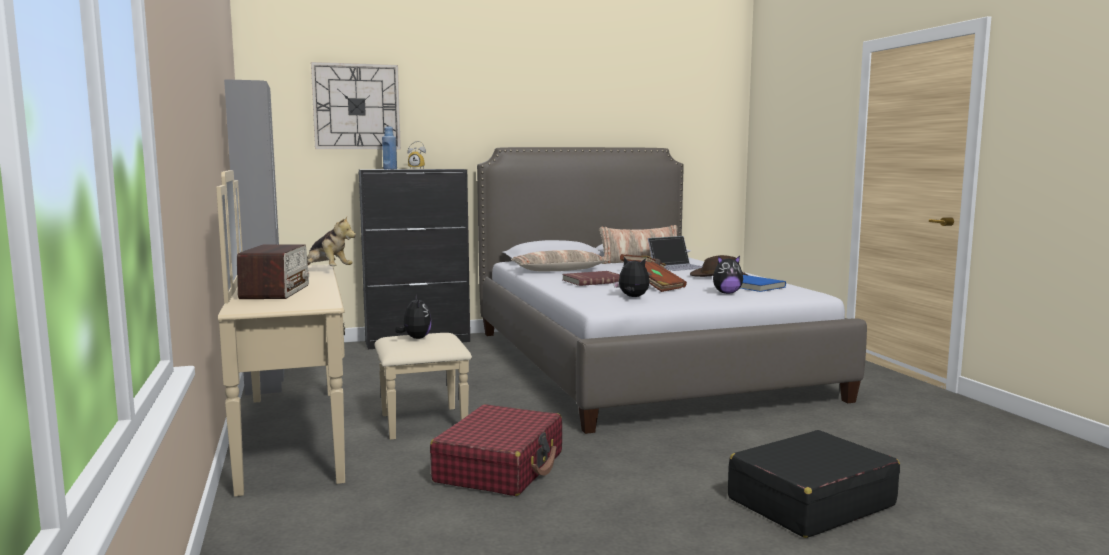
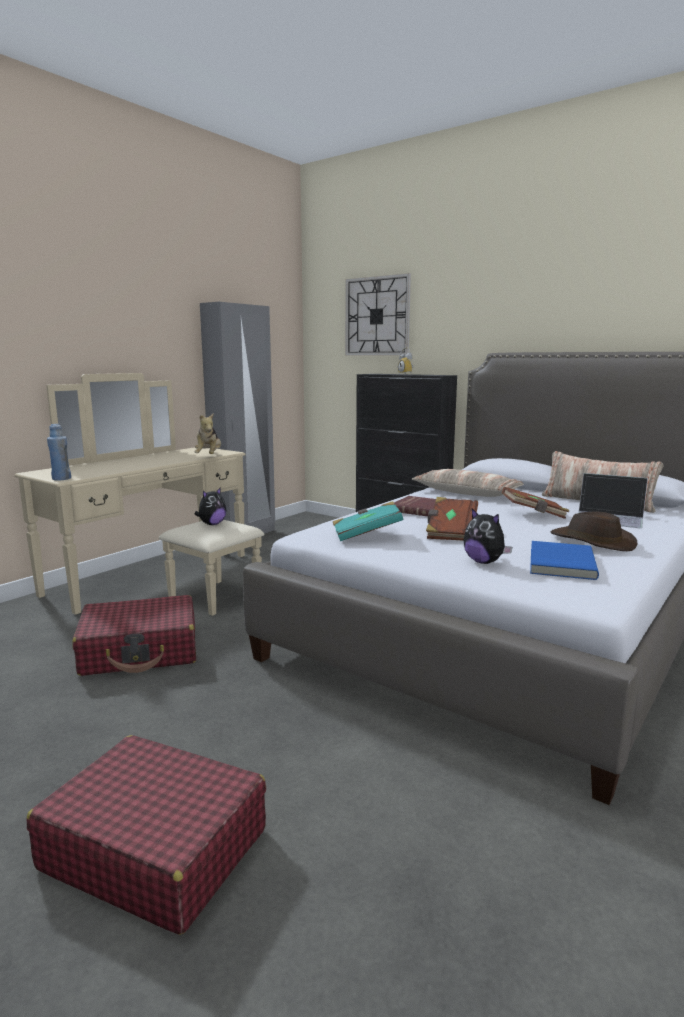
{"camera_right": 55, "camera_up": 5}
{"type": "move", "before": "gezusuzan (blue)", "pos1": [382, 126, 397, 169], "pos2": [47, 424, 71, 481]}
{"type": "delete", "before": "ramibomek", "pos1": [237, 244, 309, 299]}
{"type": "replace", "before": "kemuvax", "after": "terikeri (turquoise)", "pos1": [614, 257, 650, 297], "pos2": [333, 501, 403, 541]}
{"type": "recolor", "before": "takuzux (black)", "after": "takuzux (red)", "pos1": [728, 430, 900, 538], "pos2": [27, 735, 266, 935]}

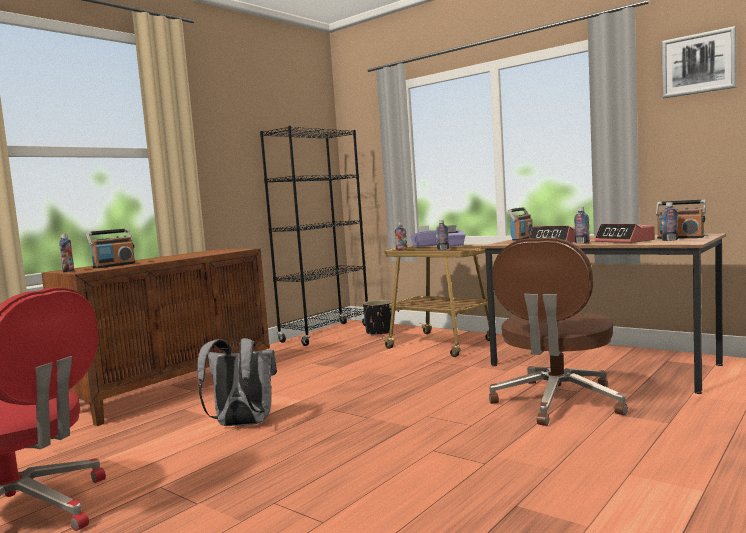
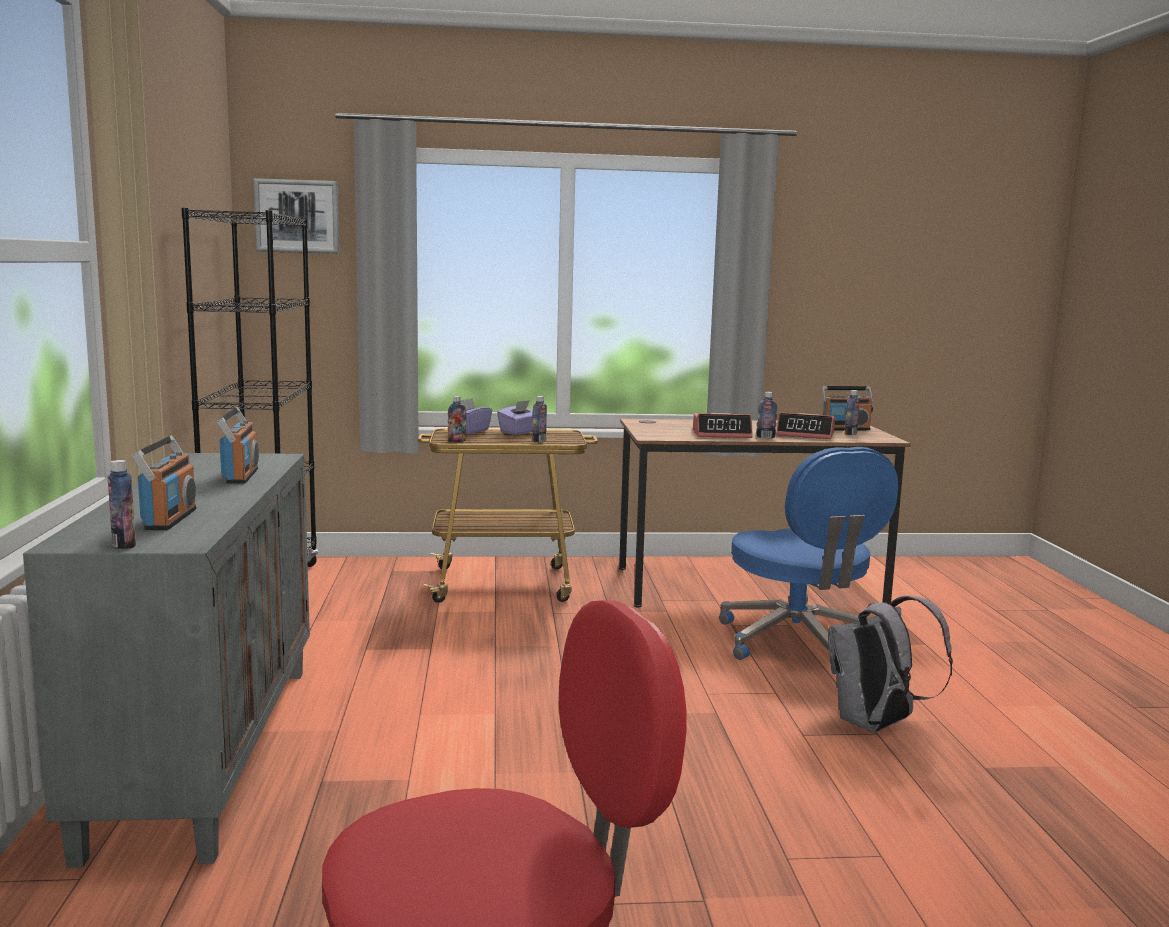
{"camera_right": -45, "camera_up": 5}
{"type": "move", "before": "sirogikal", "pos1": [662, 26, 737, 98], "pos2": [253, 178, 340, 254]}
{"type": "move", "before": "ramibomek", "pos1": [508, 207, 533, 241], "pos2": [217, 407, 259, 484]}
{"type": "recolor", "before": "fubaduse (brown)", "after": "fubaduse (blue)", "pos1": [489, 238, 628, 426], "pos2": [719, 447, 898, 674]}
{"type": "recolor", "before": "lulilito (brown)", "after": "lulilito (grey)", "pos1": [41, 249, 270, 426], "pos2": [23, 453, 310, 868]}
{"type": "delete", "before": "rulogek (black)", "pos1": [363, 300, 394, 336]}
{"type": "move", "before": "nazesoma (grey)", "pos1": [197, 338, 277, 426], "pos2": [828, 595, 953, 732]}

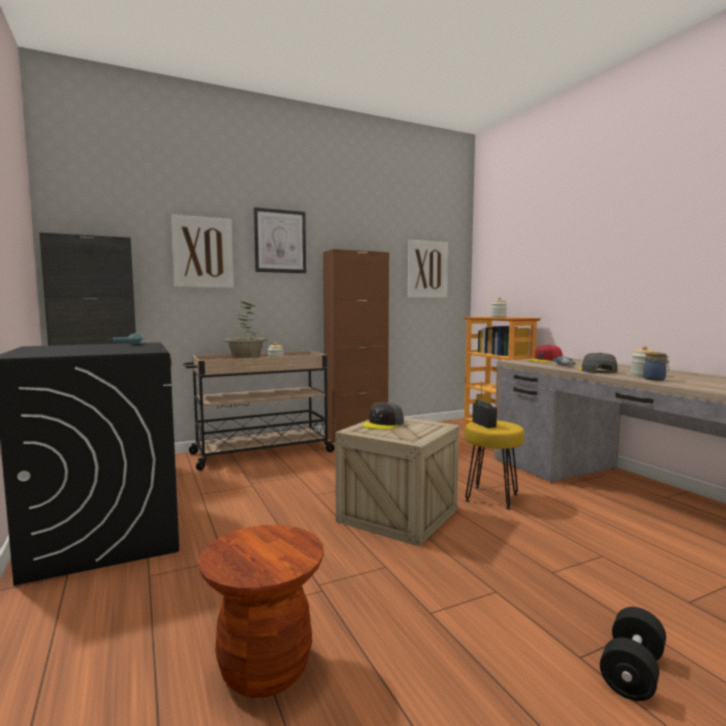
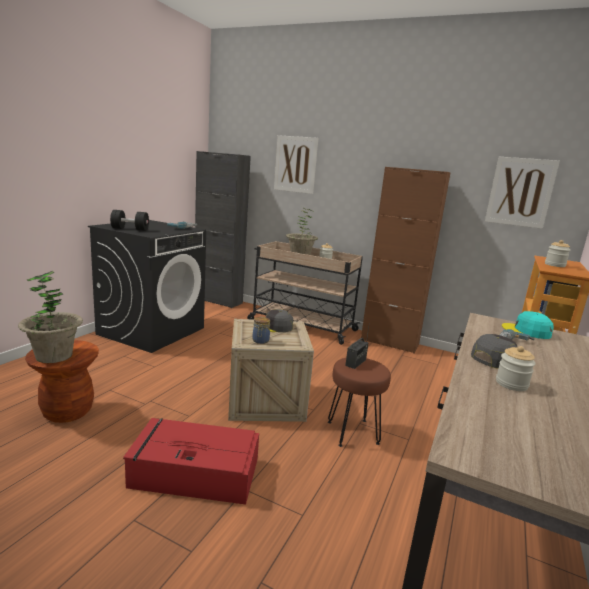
{"camera_right": 50, "camera_up": 10}
{"type": "delete", "before": "sirogikal", "pos1": [254, 207, 306, 273]}
{"type": "recolor", "before": "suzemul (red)", "after": "suzemul (turquoise)", "pos1": [528, 345, 563, 362], "pos2": [502, 311, 554, 339]}
{"type": "move", "before": "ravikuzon", "pos1": [643, 352, 670, 381], "pos2": [252, 317, 270, 344]}
{"type": "recolor", "before": "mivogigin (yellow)", "after": "mivogigin (brown)", "pos1": [465, 421, 524, 510], "pos2": [328, 358, 391, 447]}
{"type": "move", "before": "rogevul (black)", "pos1": [600, 607, 666, 701], "pos2": [110, 210, 149, 231]}
{"type": "insert", "after": "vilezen", "pos2": [18, 271, 83, 363]}
{"type": "insert", "after": "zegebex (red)", "pos2": [123, 418, 259, 505]}

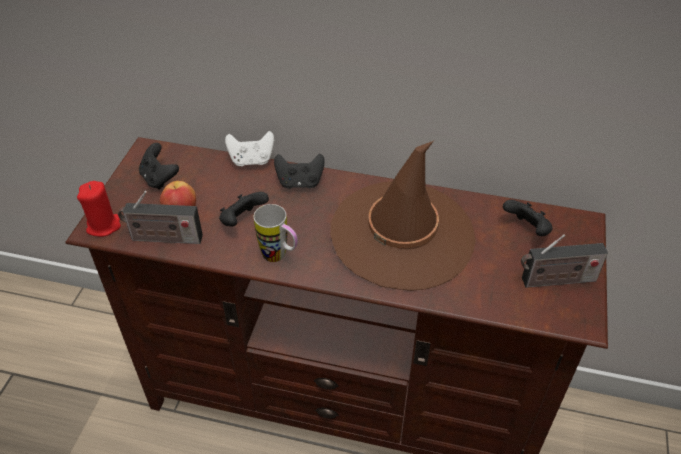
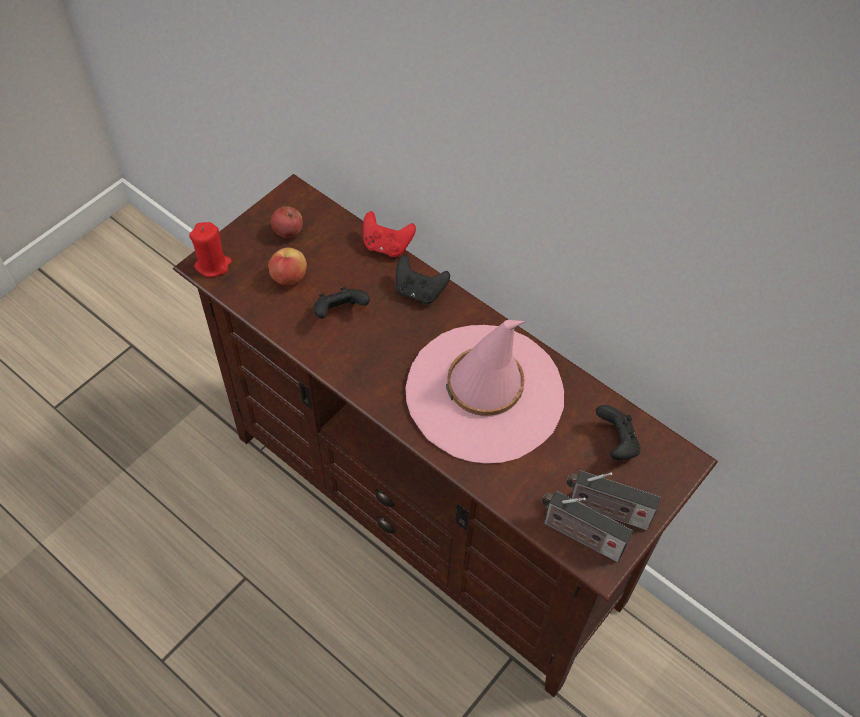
{"camera_right": 25, "camera_up": 10}
{"type": "recolor", "before": "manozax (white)", "after": "manozax (red)", "pos1": [225, 131, 274, 166], "pos2": [363, 211, 416, 257]}
{"type": "recolor", "before": "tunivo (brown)", "after": "tunivo (pink)", "pos1": [330, 141, 476, 291], "pos2": [405, 320, 564, 464]}
{"type": "replace", "before": "manozax (black)", "after": "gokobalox", "pos1": [139, 143, 179, 190], "pos2": [271, 206, 303, 238]}
{"type": "move", "before": "ramibomek", "pos1": [118, 191, 203, 244], "pos2": [542, 491, 633, 562]}
{"type": "delete", "before": "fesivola", "pos1": [254, 204, 298, 262]}

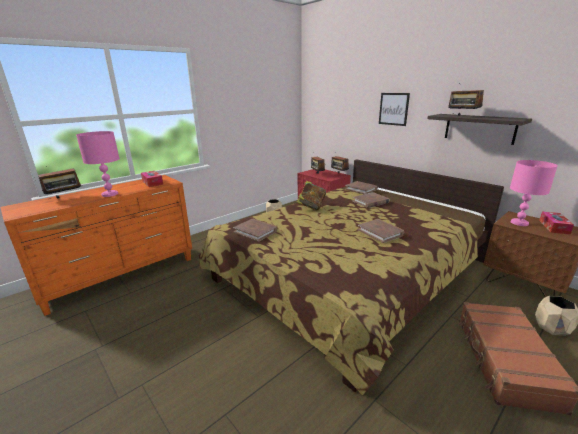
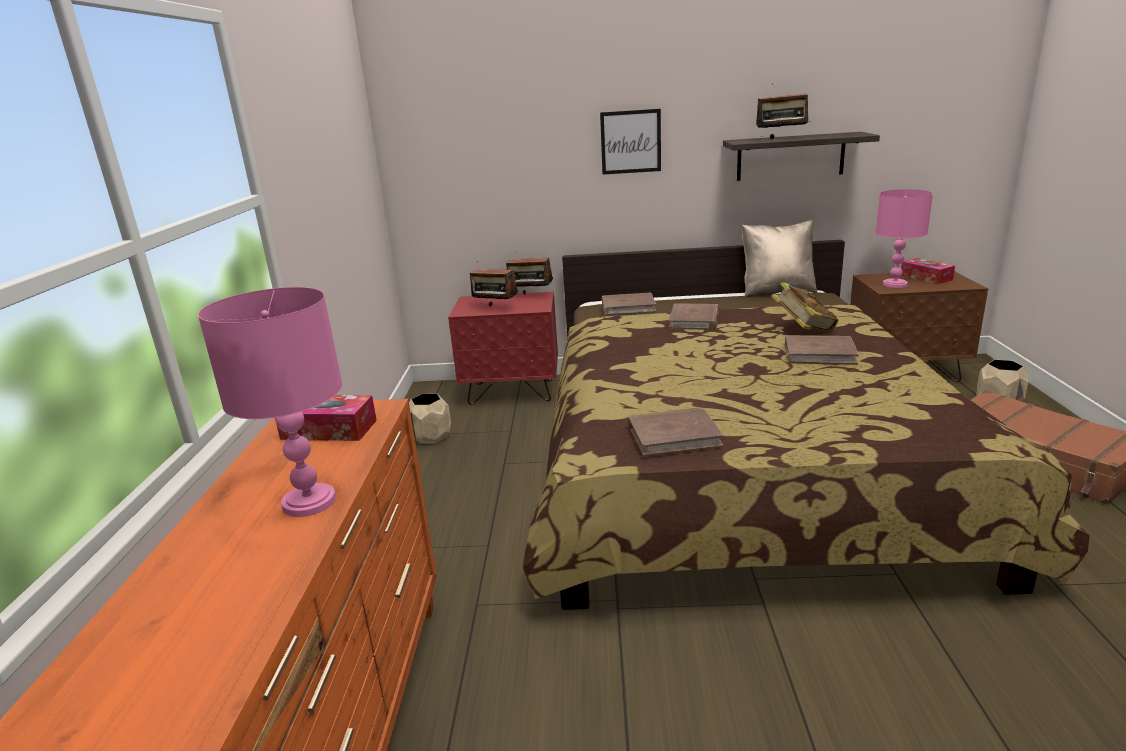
{"camera_right": -45, "camera_up": 0}
{"type": "delete", "before": "ramibomek", "pos1": [38, 168, 83, 198]}
{"type": "move", "before": "terikeri", "pos1": [296, 181, 326, 211], "pos2": [771, 282, 839, 332]}
{"type": "insert", "after": "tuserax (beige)", "pos2": [742, 220, 818, 298]}

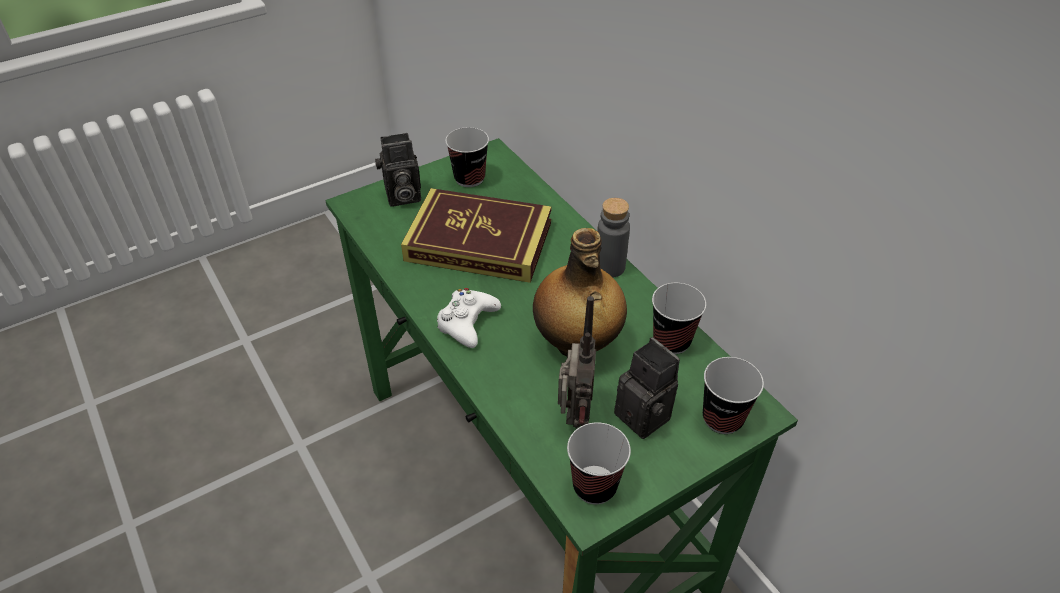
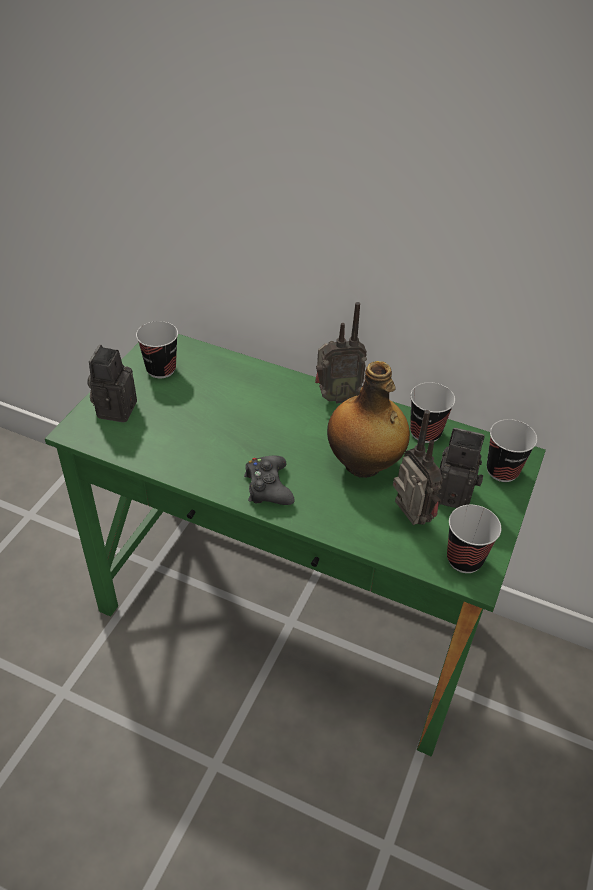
{"camera_right": -35, "camera_up": 0}
{"type": "rotate", "before": "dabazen", "pos1": [375, 133, 421, 206], "pos2": [87, 344, 137, 422], "turn": 150}
{"type": "delete", "before": "terikeri", "pos1": [401, 188, 551, 283]}
{"type": "replace", "before": "gezusuzan (grey)", "after": "ramibomek", "pos1": [597, 198, 630, 277], "pos2": [315, 302, 367, 404]}
{"type": "recolor", "before": "manozax (white)", "after": "manozax (black)", "pos1": [437, 288, 501, 348], "pos2": [244, 455, 295, 505]}

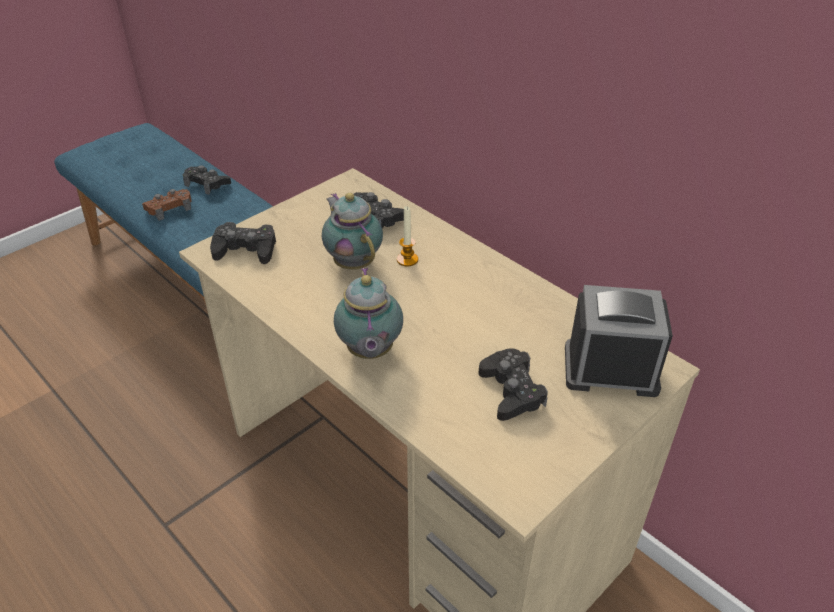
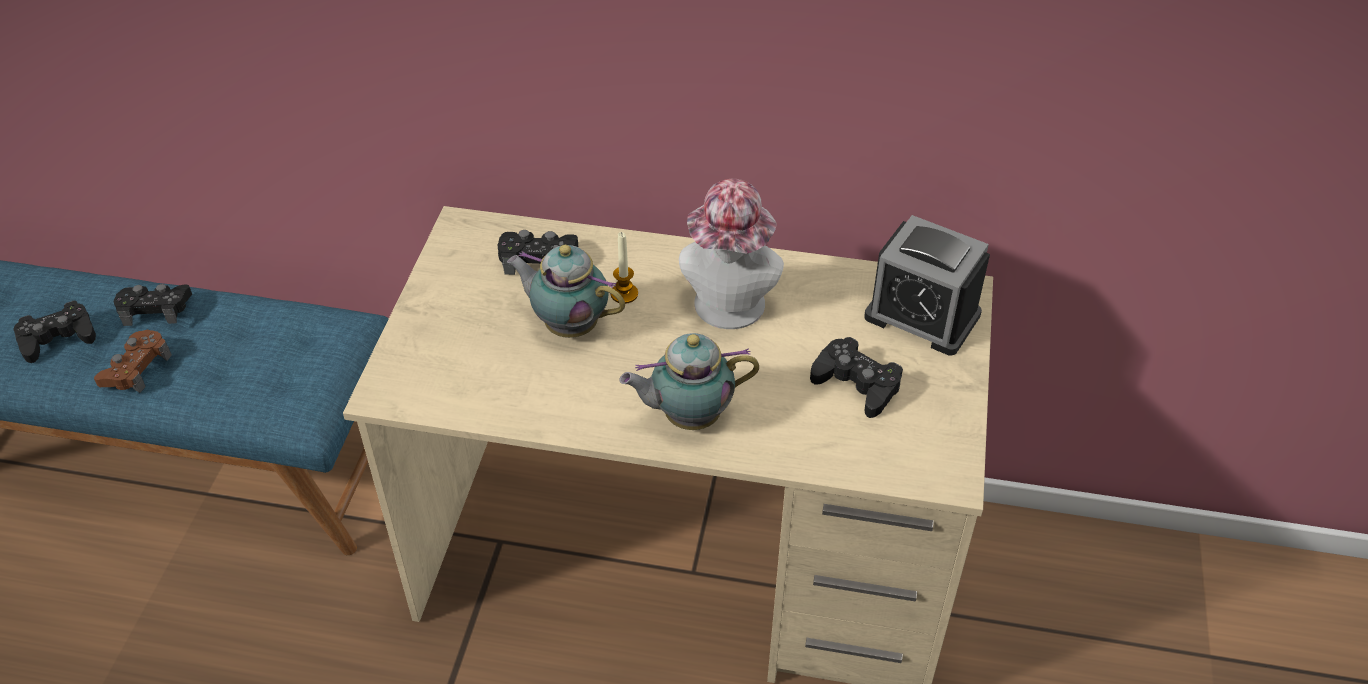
{"camera_right": -35, "camera_up": 5}
{"type": "move", "before": "manozax (black)", "pos1": [210, 222, 276, 264], "pos2": [14, 301, 96, 363]}
{"type": "rotate", "before": "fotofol", "pos1": [334, 267, 403, 359], "pos2": [620, 333, 759, 430], "turn": 120}
{"type": "rotate", "before": "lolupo", "pos1": [565, 285, 673, 397], "pos2": [864, 215, 990, 355], "turn": -120}
{"type": "insert", "after": "tunivo", "pos2": [679, 179, 784, 329]}

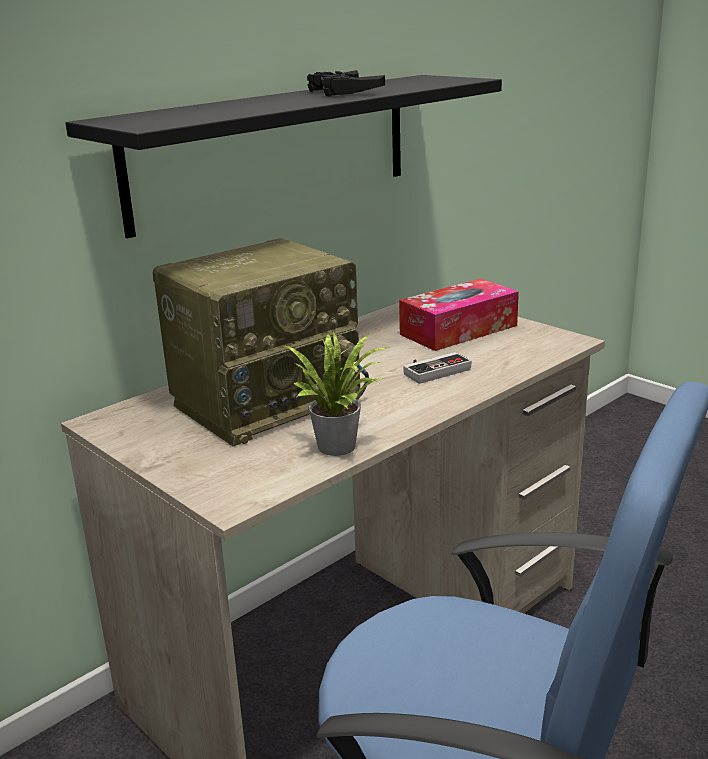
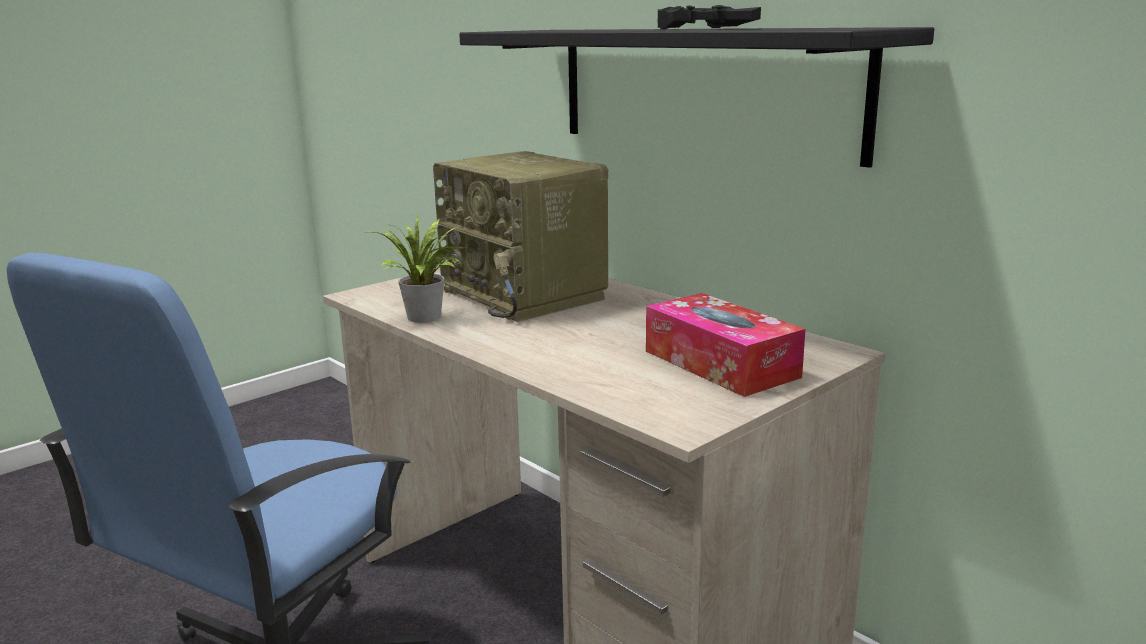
{"camera_right": 90, "camera_up": -5}
{"type": "delete", "before": "manozax", "pos1": [403, 352, 471, 384]}

